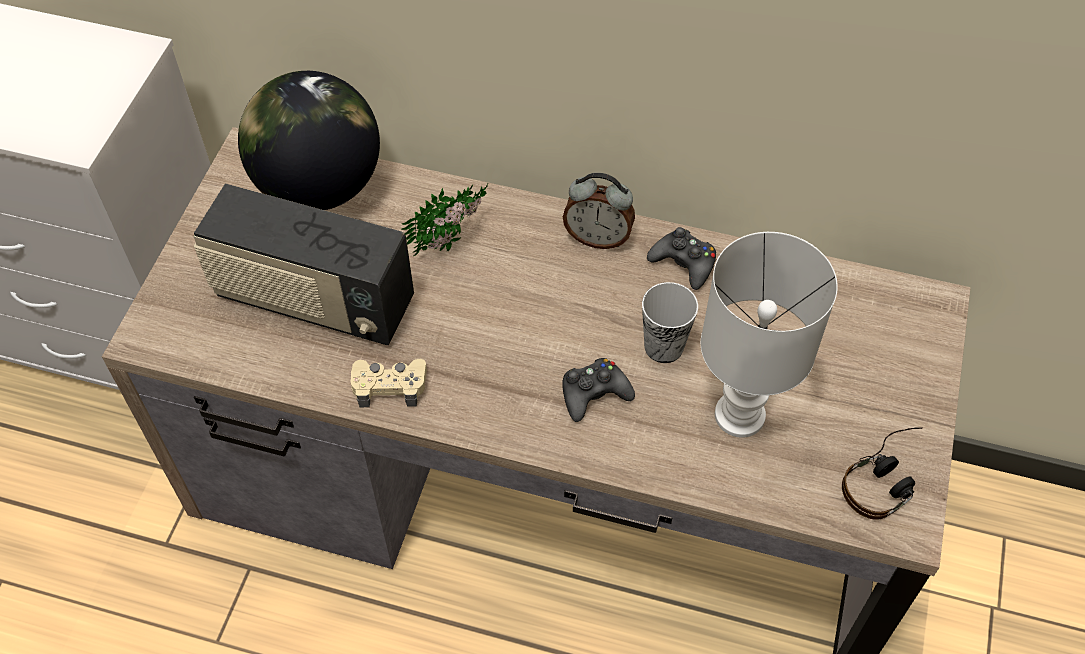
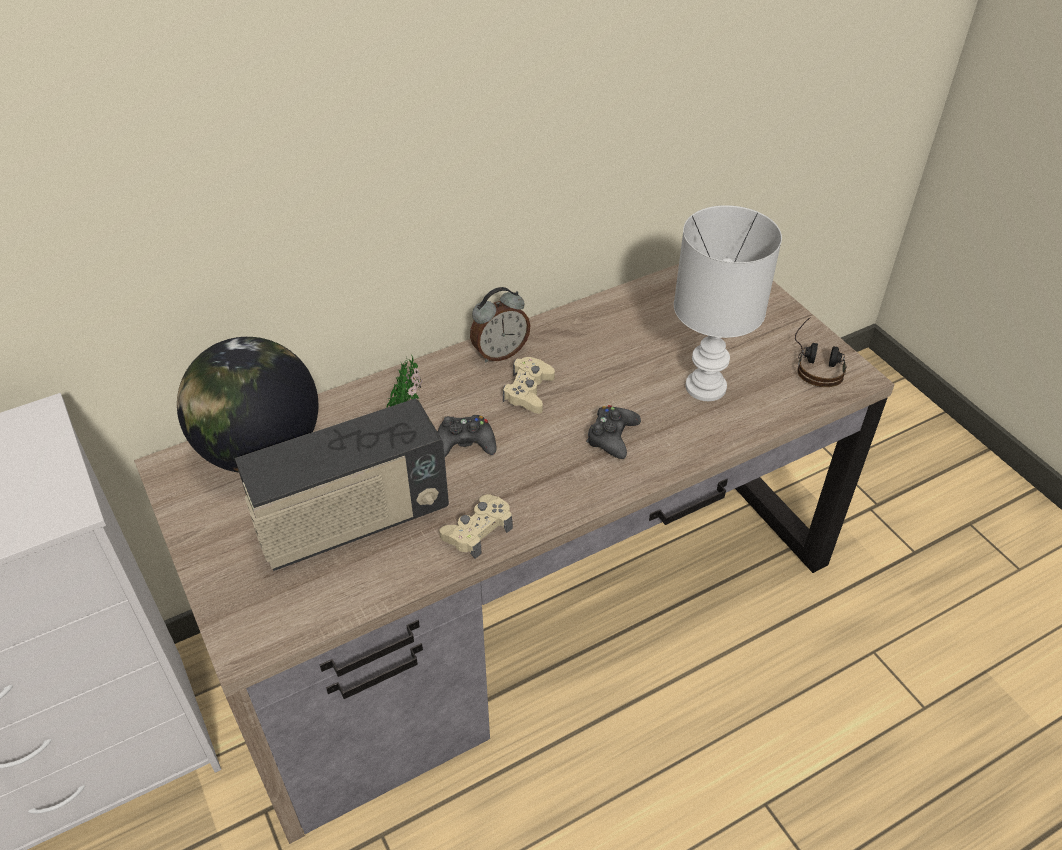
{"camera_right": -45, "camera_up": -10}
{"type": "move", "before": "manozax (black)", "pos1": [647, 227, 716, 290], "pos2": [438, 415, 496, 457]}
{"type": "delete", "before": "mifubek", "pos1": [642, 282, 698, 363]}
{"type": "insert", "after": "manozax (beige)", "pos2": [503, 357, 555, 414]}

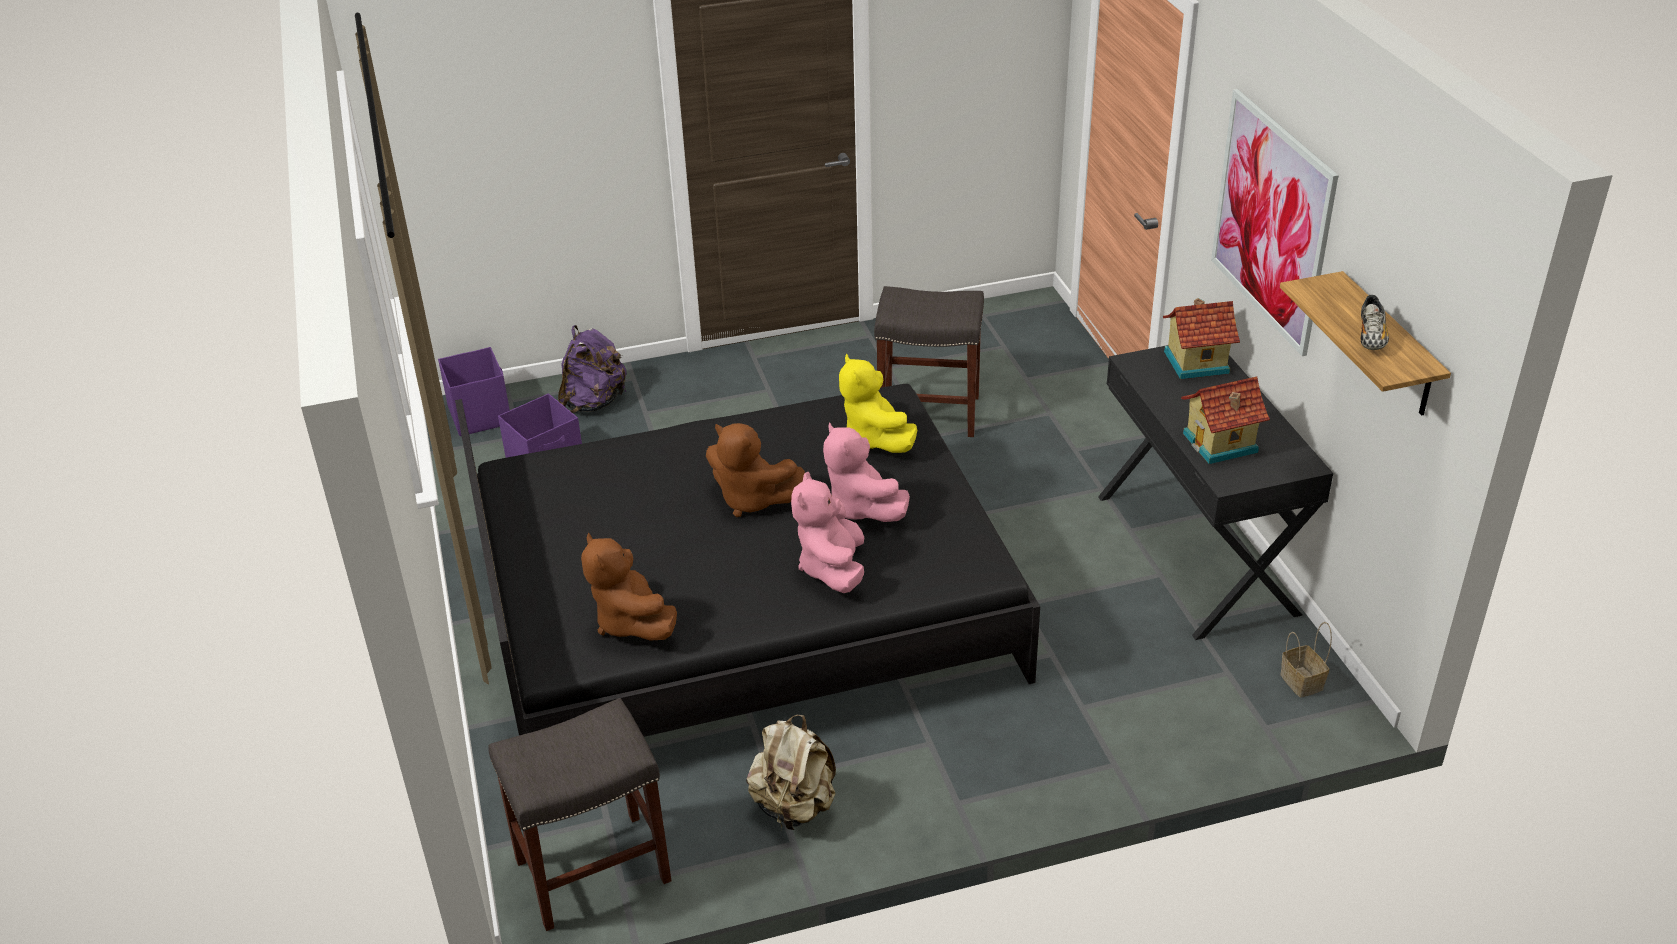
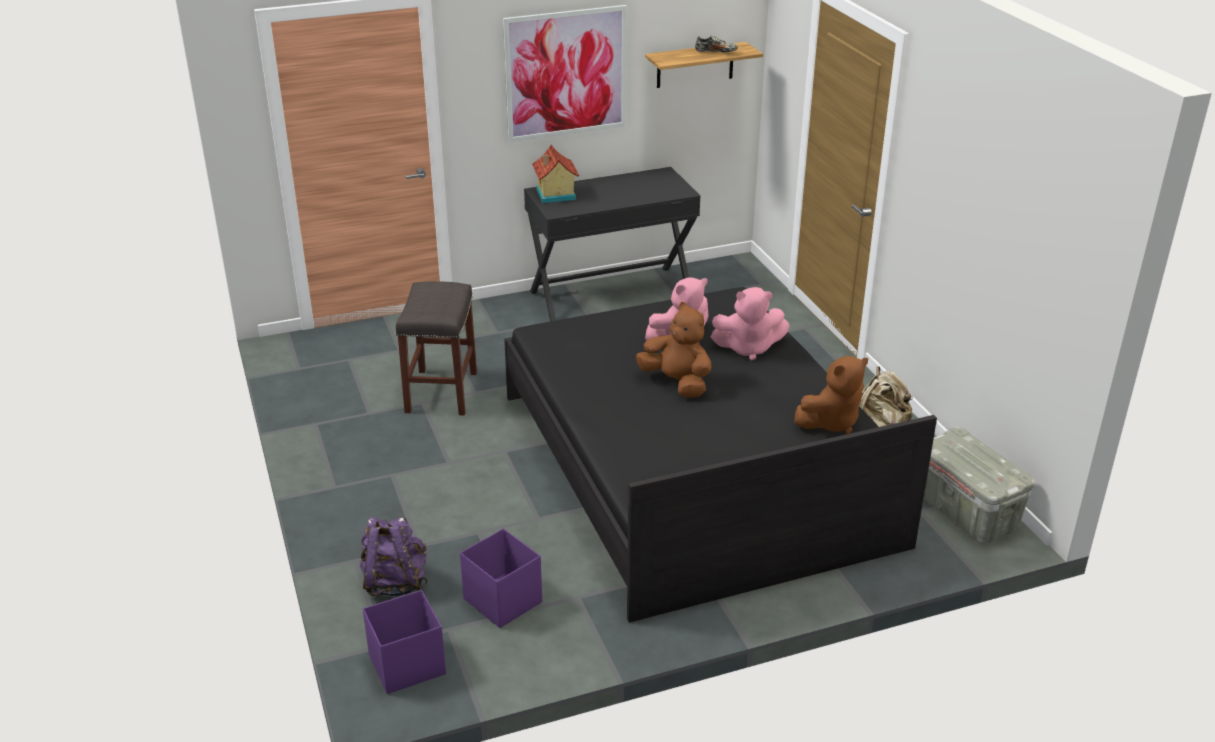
{"camera_right": -95, "camera_up": -5}
{"type": "delete", "before": "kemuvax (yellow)", "pos1": [839, 354, 917, 453]}
{"type": "delete", "before": "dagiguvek", "pos1": [1181, 376, 1270, 464]}
{"type": "rotate", "before": "kemuvax (brown)", "pos1": [706, 423, 805, 517], "pos2": [636, 302, 712, 398], "turn": -75}
{"type": "delete", "before": "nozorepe", "pos1": [1280, 622, 1332, 697]}
{"type": "replace", "before": "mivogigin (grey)", "after": "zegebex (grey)", "pos1": [488, 698, 672, 931], "pos2": [923, 427, 1035, 543]}

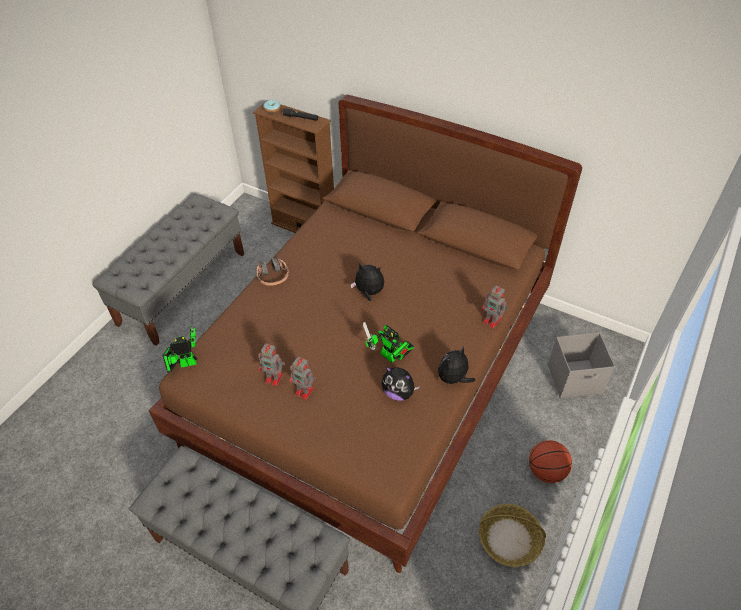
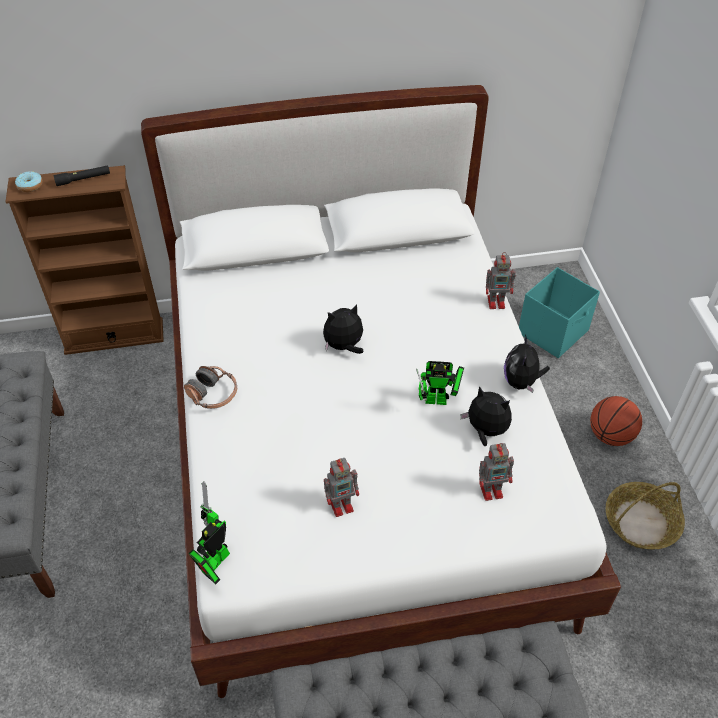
{"camera_right": -40, "camera_up": 0}
{"type": "recolor", "before": "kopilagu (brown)", "after": "kopilagu (white)", "pos1": [149, 94, 582, 573], "pos2": [141, 85, 621, 698]}
{"type": "recolor", "before": "zegebex (grey)", "after": "zegebex (turquoise)", "pos1": [548, 332, 615, 398], "pos2": [519, 267, 600, 358]}
{"type": "move", "before": "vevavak", "pos1": [289, 356, 316, 400], "pos2": [479, 443, 514, 501]}
{"type": "rotate", "before": "kemuvax", "pos1": [381, 366, 420, 401], "pos2": [460, 386, 512, 446], "turn": -135}

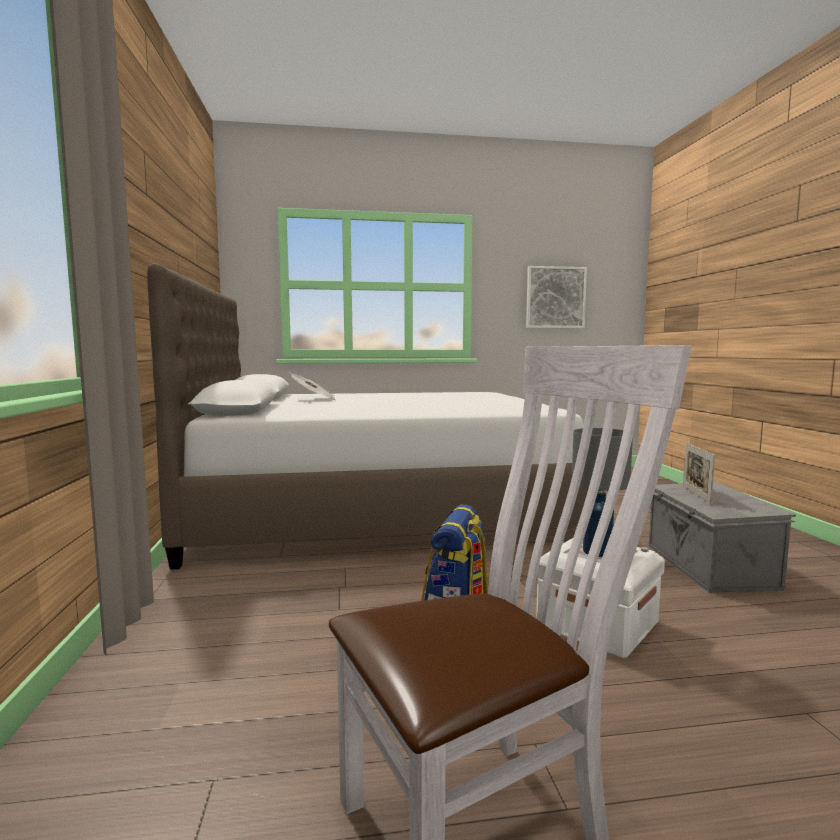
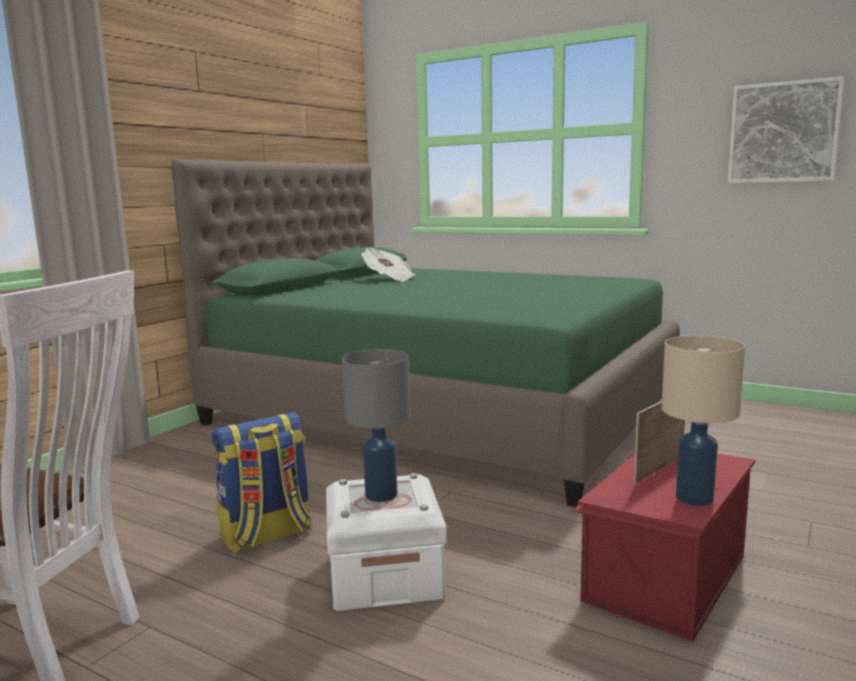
{"camera_right": 40, "camera_up": 5}
{"type": "recolor", "before": "kopilagu (white)", "after": "kopilagu (green)", "pos1": [147, 263, 588, 570], "pos2": [171, 159, 680, 507]}
{"type": "recolor", "before": "zegebex (grey)", "after": "zegebex (red)", "pos1": [649, 481, 796, 593], "pos2": [572, 452, 755, 642]}
{"type": "insert", "after": "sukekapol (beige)", "pos2": [662, 336, 745, 506]}

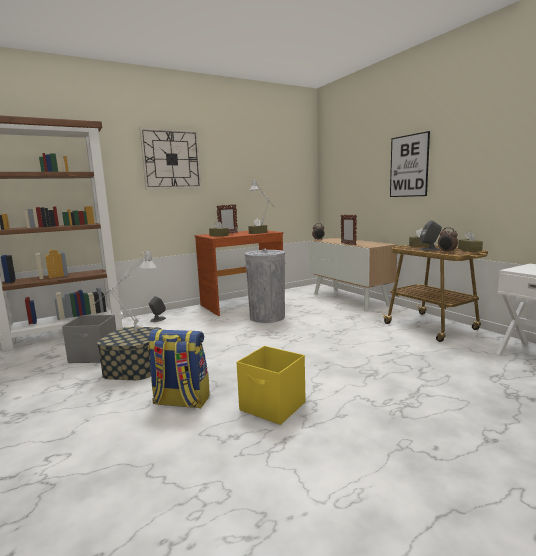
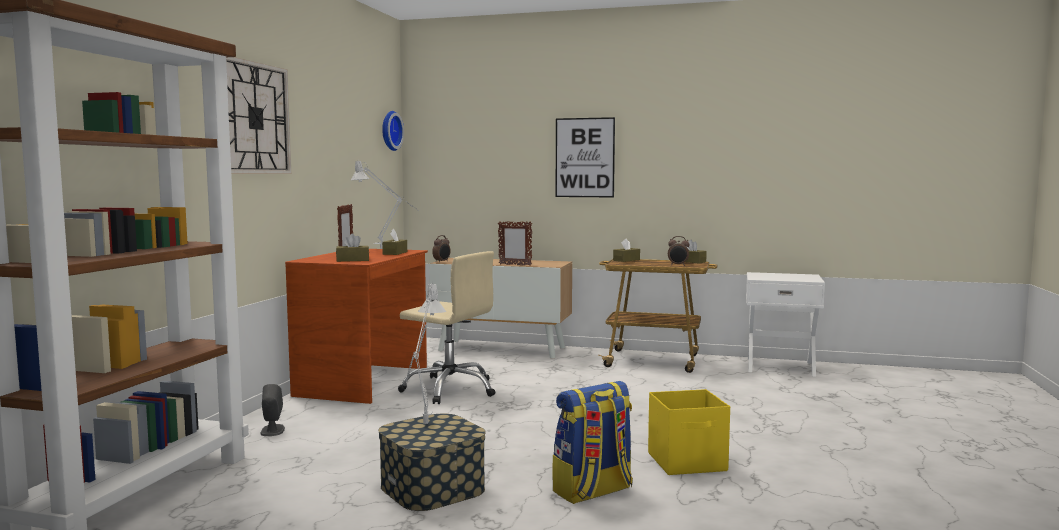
{"camera_right": -45, "camera_up": -5}
{"type": "delete", "before": "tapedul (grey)", "pos1": [419, 220, 442, 251]}
{"type": "replace", "before": "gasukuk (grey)", "after": "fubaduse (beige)", "pos1": [244, 249, 285, 323], "pos2": [398, 251, 495, 404]}
{"type": "delete", "before": "zegebex (grey)", "pos1": [62, 315, 116, 363]}
{"type": "insert", "after": "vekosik", "pos2": [382, 111, 404, 151]}

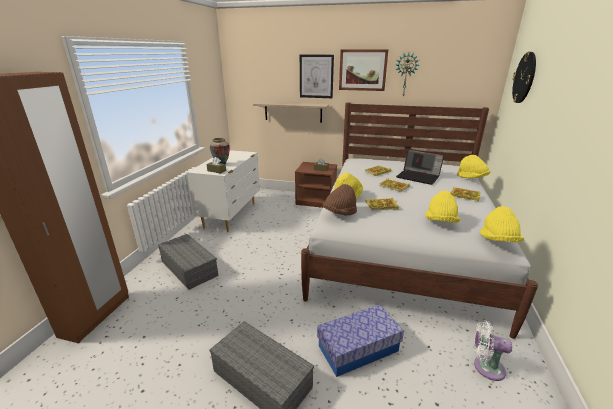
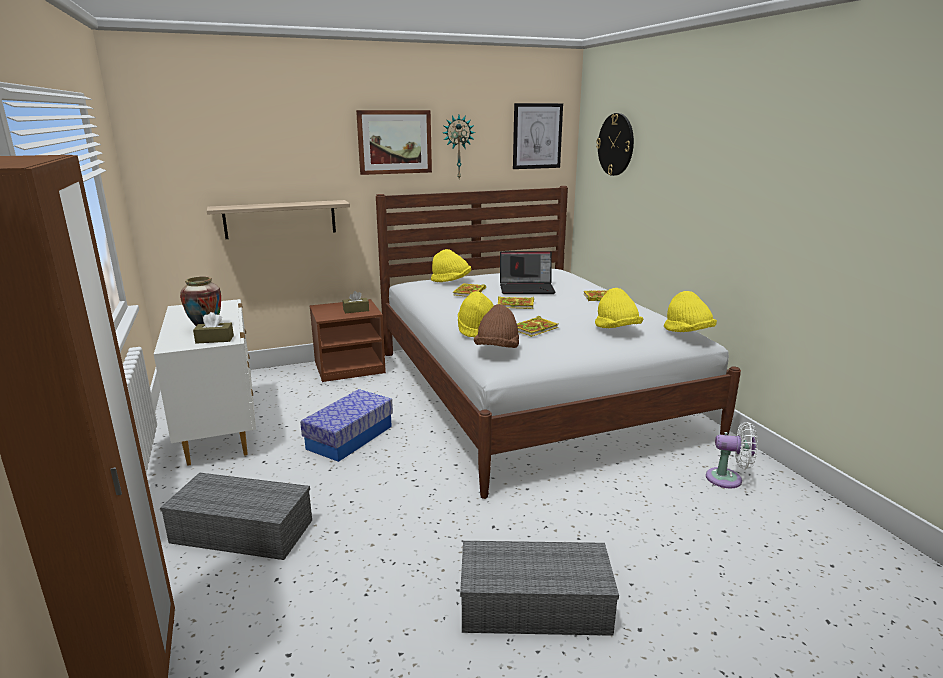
{"camera_right": -35, "camera_up": -5}
{"type": "move", "before": "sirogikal", "pos1": [300, 55, 334, 98], "pos2": [513, 103, 563, 169]}
{"type": "move", "before": "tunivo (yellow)", "pos1": [457, 155, 491, 178], "pos2": [431, 249, 471, 282]}
{"type": "move", "before": "zegebex", "pos1": [317, 304, 404, 377], "pos2": [300, 389, 393, 462]}
{"type": "rotate", "before": "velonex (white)", "pos1": [474, 320, 512, 381], "pos2": [706, 422, 757, 488], "turn": -150}

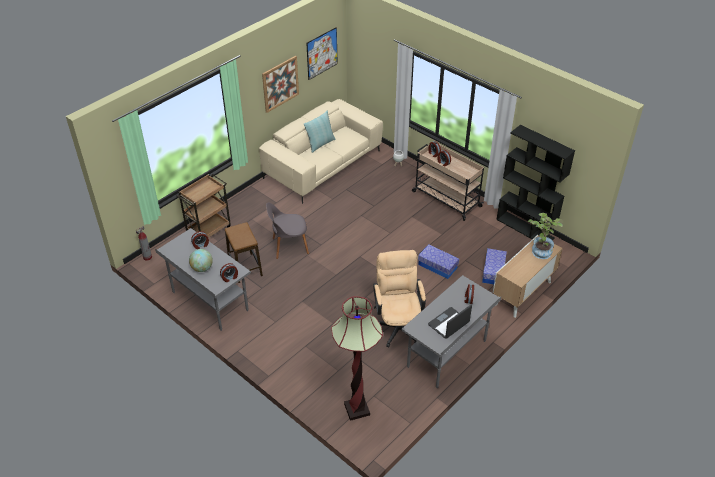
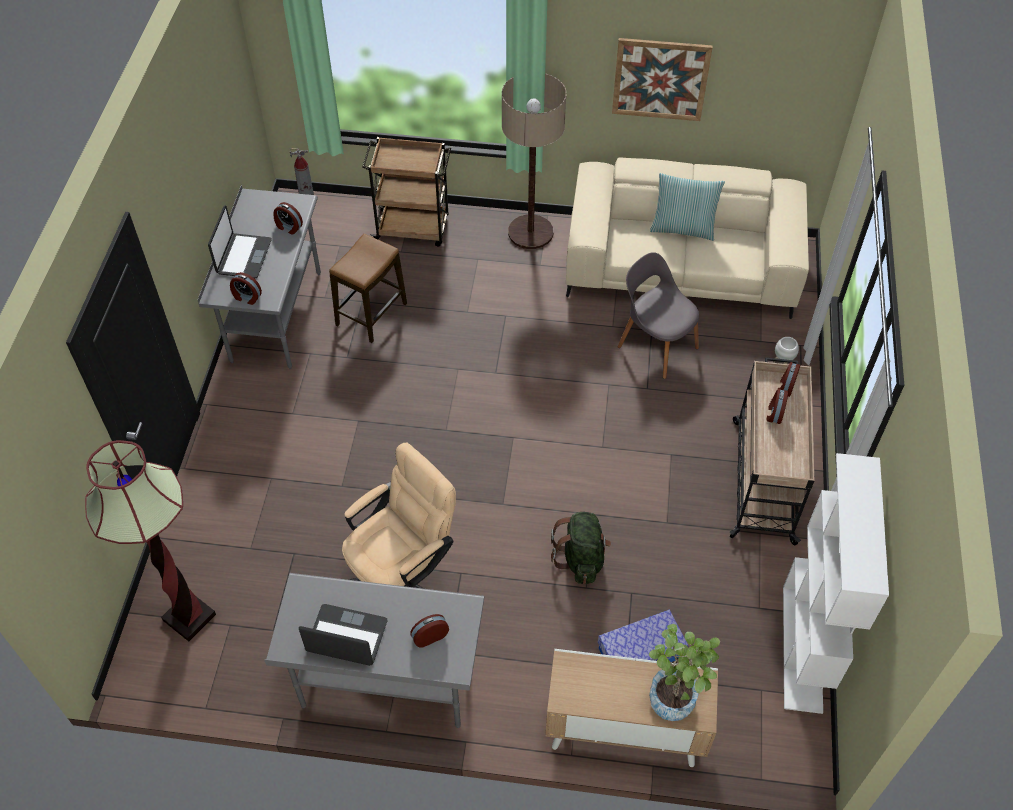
{"camera_right": 55, "camera_up": 10}
{"type": "delete", "before": "sirogikal", "pos1": [306, 27, 338, 80]}
{"type": "recolor", "before": "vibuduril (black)", "after": "vibuduril (white)", "pos1": [496, 125, 575, 240], "pos2": [783, 453, 889, 714]}
{"type": "move", "before": "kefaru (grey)", "pos1": [266, 202, 309, 259], "pos2": [618, 252, 699, 379]}
{"type": "replace", "before": "zegebex", "after": "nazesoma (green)", "pos1": [418, 244, 459, 279], "pos2": [551, 512, 611, 584]}
{"type": "replace", "before": "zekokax", "after": "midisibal", "pos1": [189, 249, 213, 272], "pos2": [208, 205, 272, 278]}
{"type": "insert", "after": "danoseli", "pos2": [502, 74, 566, 249]}

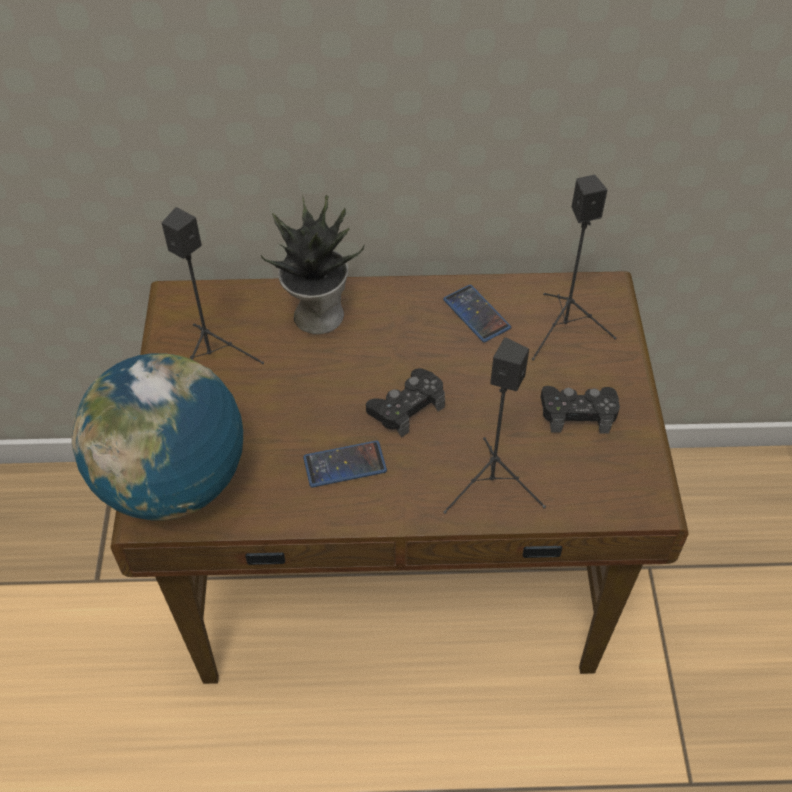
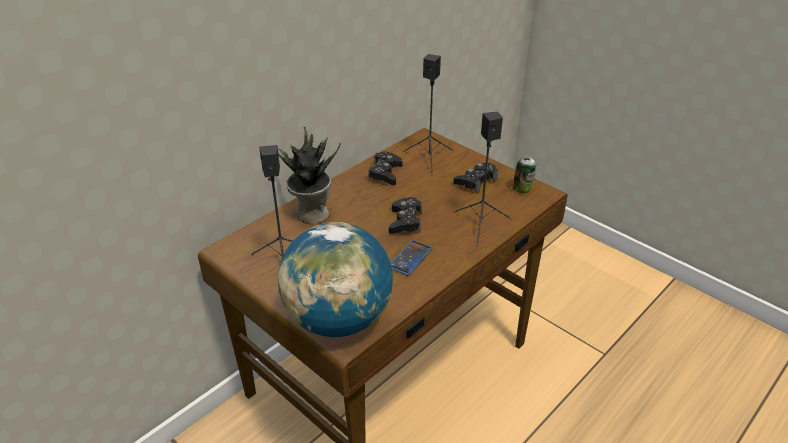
{"camera_right": -45, "camera_up": -15}
{"type": "replace", "before": "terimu", "after": "manozax (black)", "pos1": [443, 285, 511, 342], "pos2": [368, 151, 403, 185]}
{"type": "insert", "after": "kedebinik", "pos2": [513, 157, 537, 193]}

